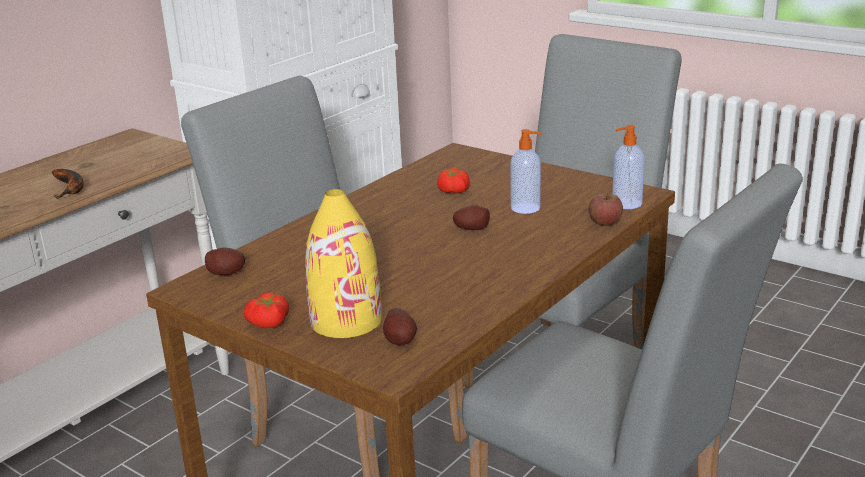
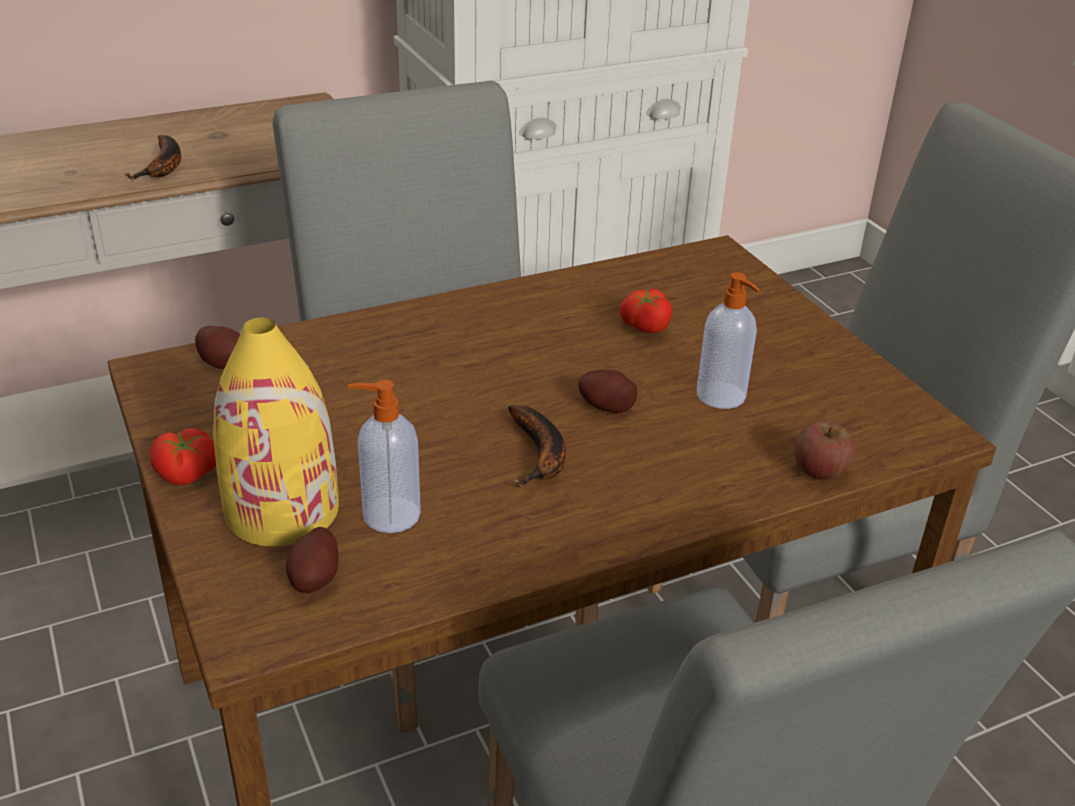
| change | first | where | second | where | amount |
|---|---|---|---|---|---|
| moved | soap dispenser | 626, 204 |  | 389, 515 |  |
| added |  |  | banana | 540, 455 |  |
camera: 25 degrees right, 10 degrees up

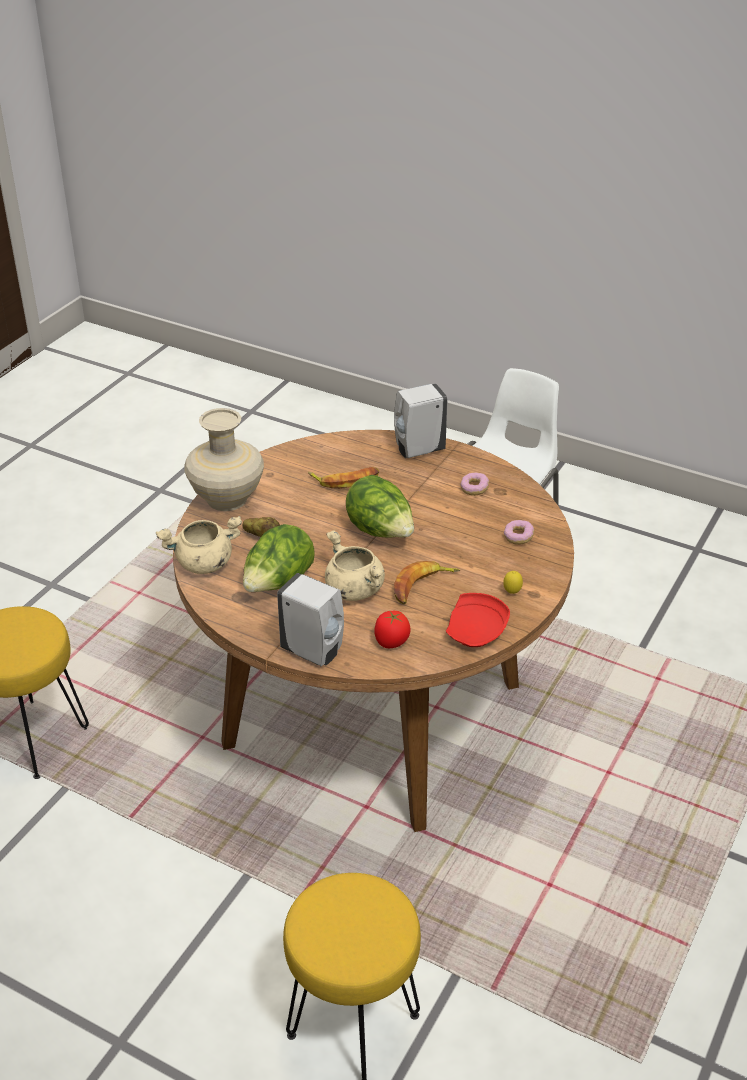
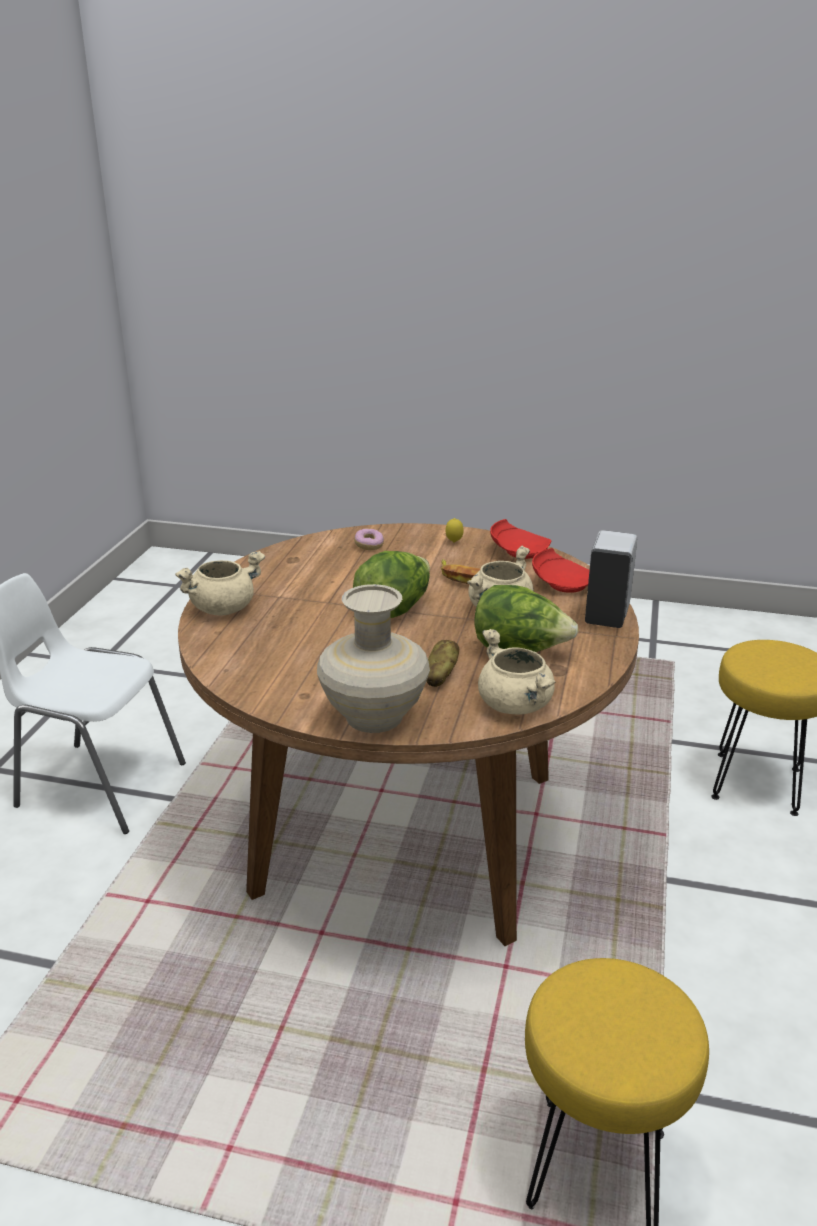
| change | first | where | second | where | amount |
|---|---|---|---|---|---|
| replaced | white soap dispenser | 417, 450 | beige cooking pot | 223, 608 |  |
| replaced | tomato | 391, 642 | red plate | 562, 583 |  |
| removed | banana | 346, 480 |  |  |  |
| removed | donut | 474, 489 |  |  |  |
camera: 105 degrees left, 10 degrees down

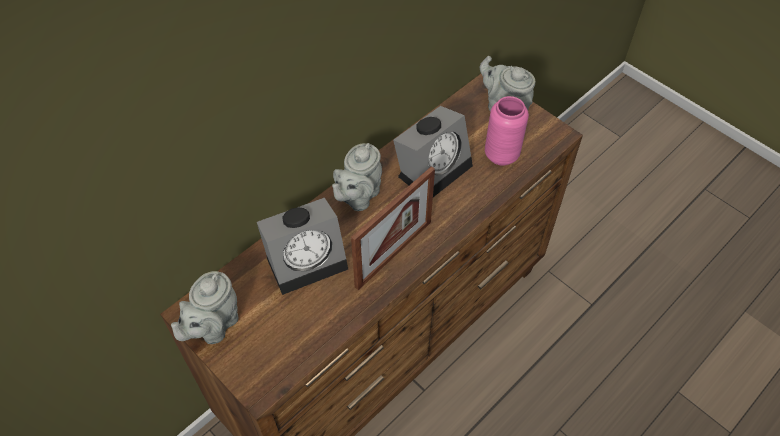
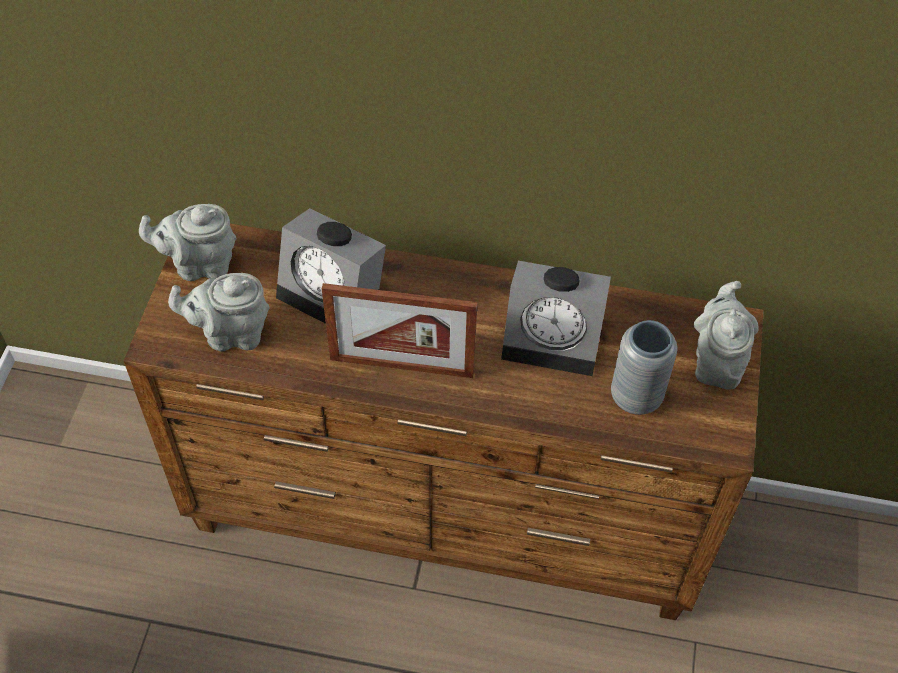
| change | first | where | second | where | amount |
|---|---|---|---|---|---|
| moved | grey teapot | 358, 197 |  | 231, 334 |  |
| recoloured | pink vase | 501, 155 | grey vase | 636, 397 |  |
camera: 55 degrees right, 0 degrees up

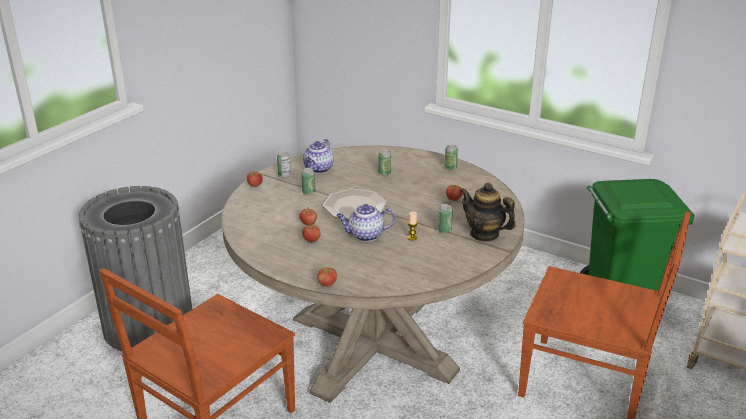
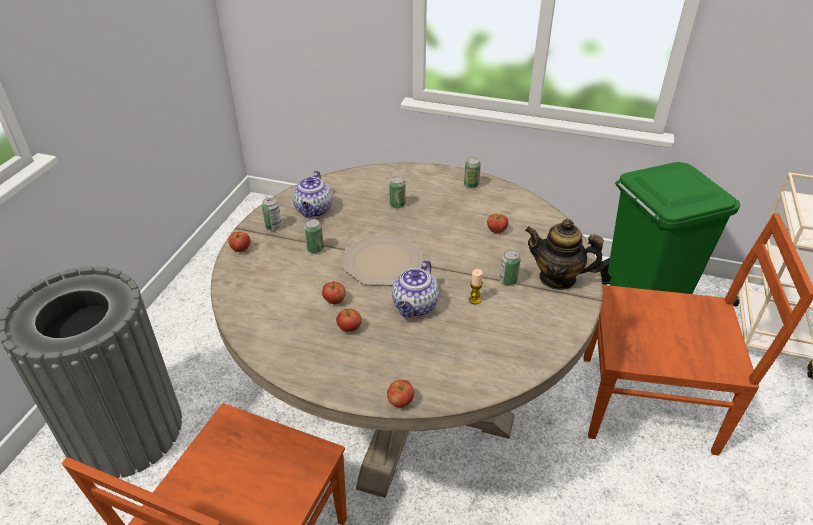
| change | first | where | second | where | amount |
|---|---|---|---|---|---|
| turned | teapot | 365, 235 |  | 415, 307 | 45 degrees counterclockwise |
camera: 15 degrees left, 10 degrees up

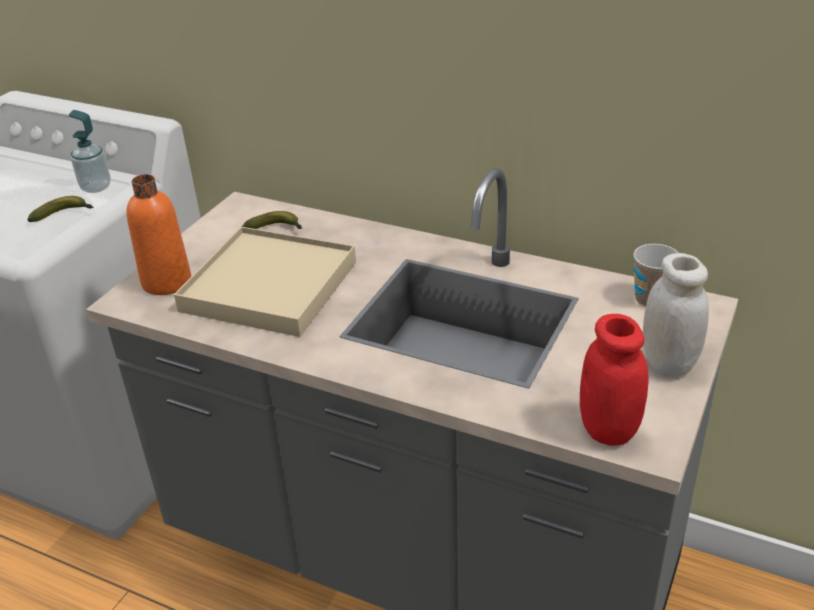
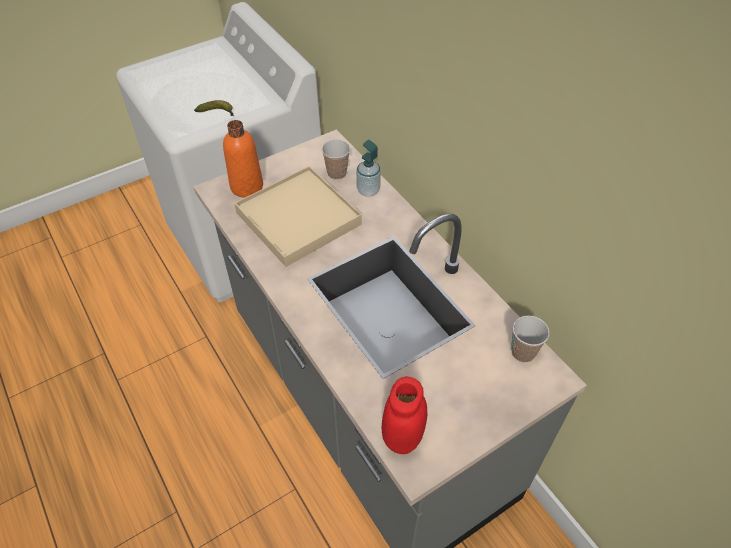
| change | first | where | second | where | amount |
|---|---|---|---|---|---|
| replaced | banana | 276, 229 | cup | 337, 173 |  |
| moved | soap dispenser | 96, 187 |  | 368, 190 |  |
| removed | white jar | 668, 363 |  |  |  |
camera: 30 degrees right, 15 degrees up

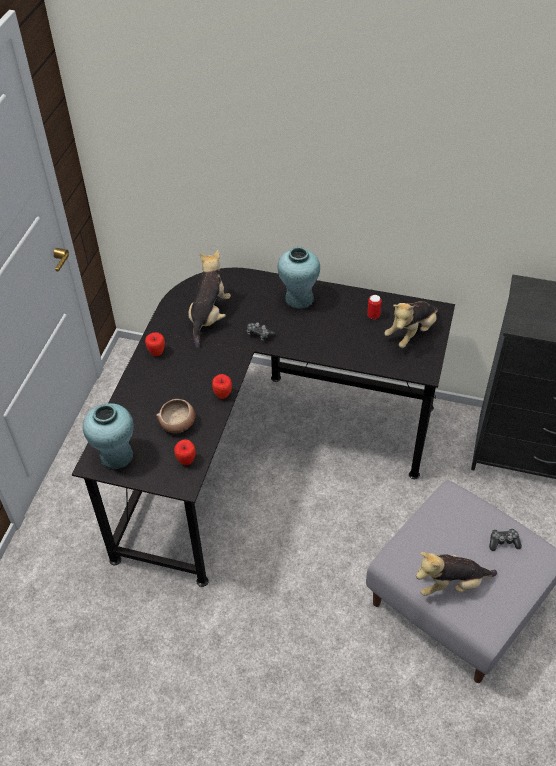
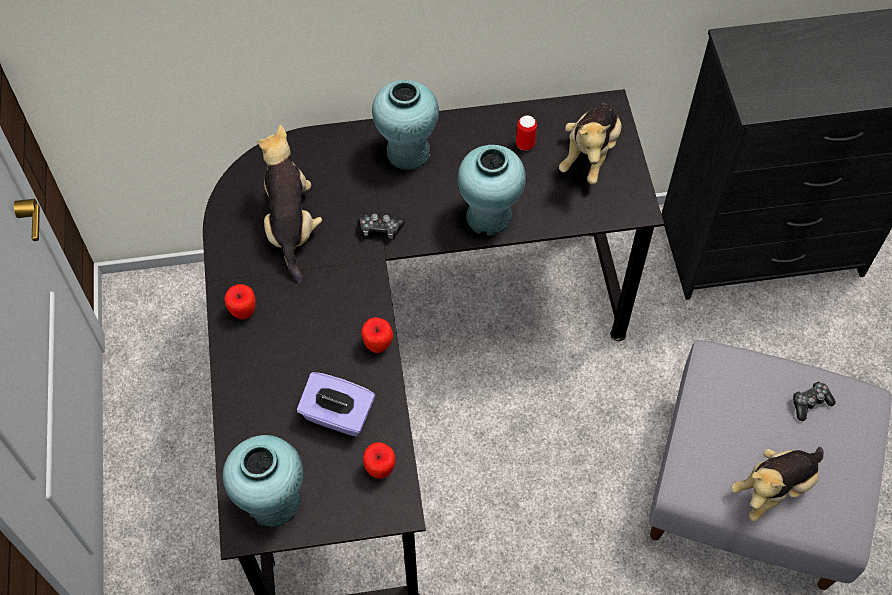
| change | first | where | second | where | amount |
|---|---|---|---|---|---|
| replaced | bowl | 178, 423 | purple tissue box | 337, 415 |  |
| added |  |  | turquoise vase | 489, 217 |  |
camera: 25 degrees left, 10 degrees up

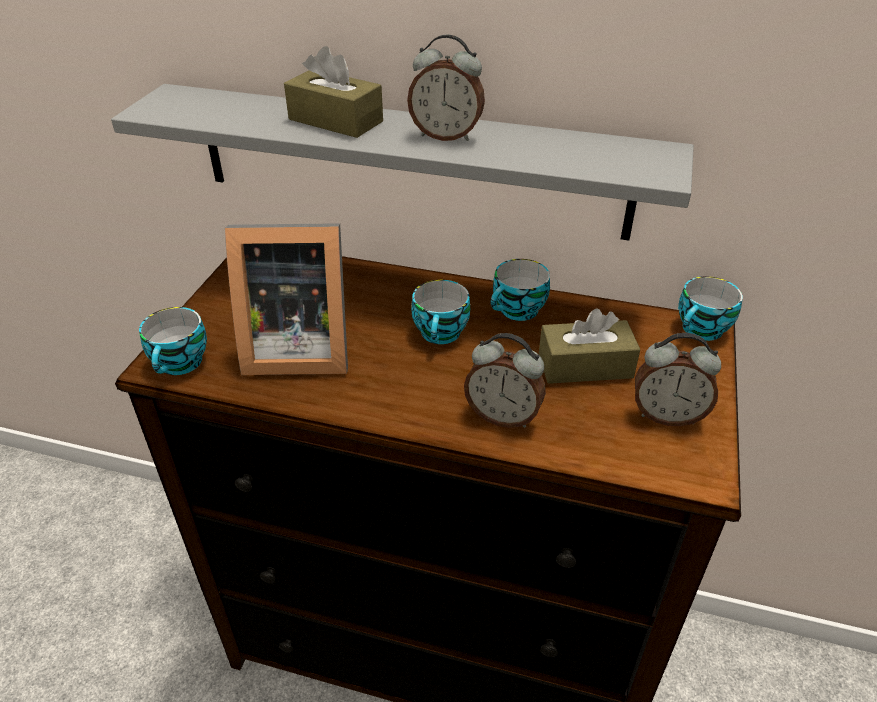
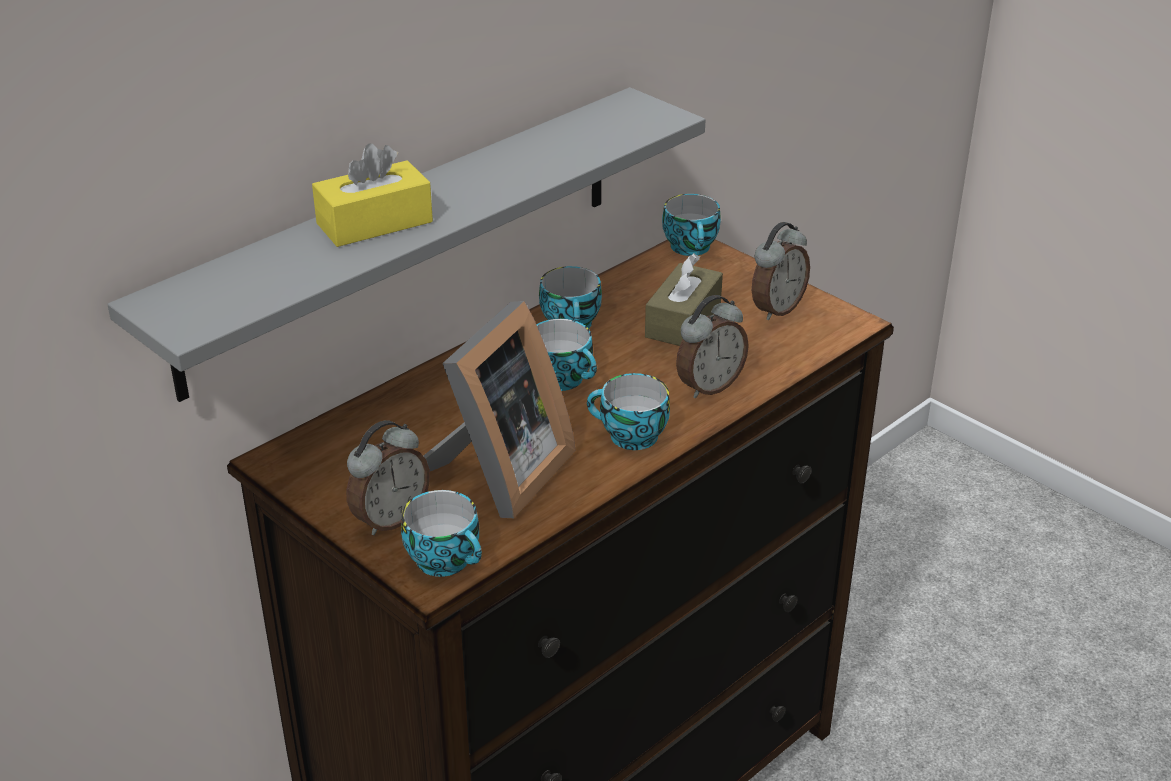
| change | first | where | second | where | amount |
|---|---|---|---|---|---|
| recoloured | brown tissue box | 335, 120 | yellow tissue box | 374, 223 |  |
| moved | alarm clock | 446, 136 |  | 390, 518 |  |
| added |  |  | cup | 630, 437 |  |
camera: 60 degrees left, 5 degrees down

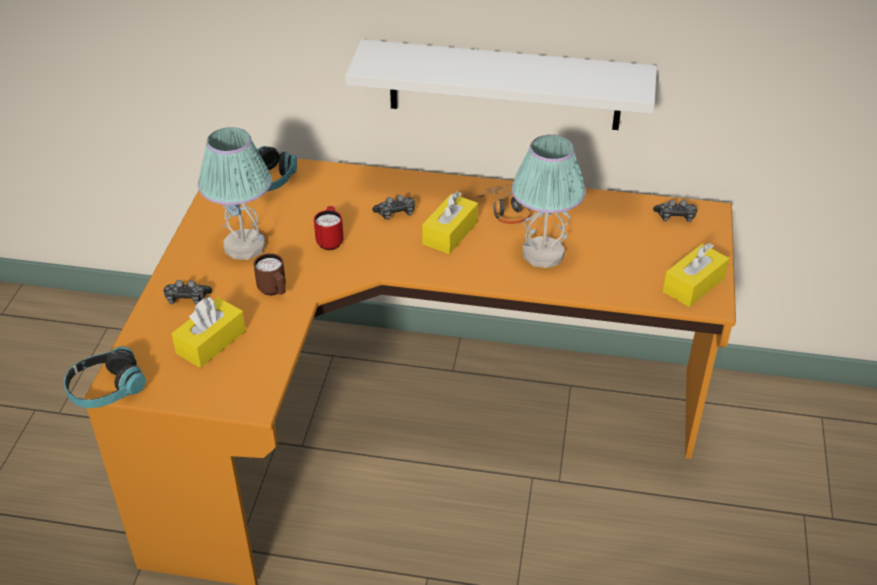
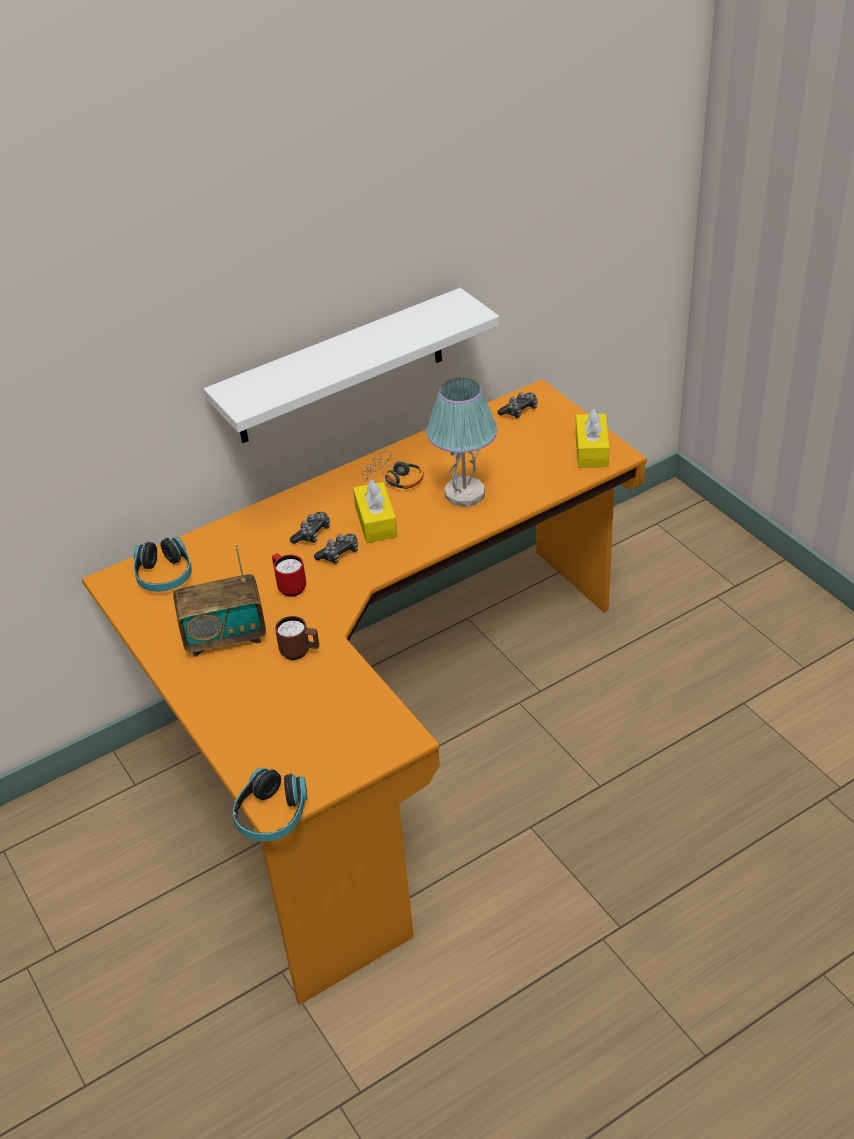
| change | first | where | second | where | amount |
|---|---|---|---|---|---|
| replaced | table lamp | 245, 246 | radio | 225, 636 |  |
| moved | game controller | 187, 298 |  | 339, 554 |  |
| removed | yellow tissue box | 211, 342 |  |  |  |
camera: 40 degrees left, 0 degrees up

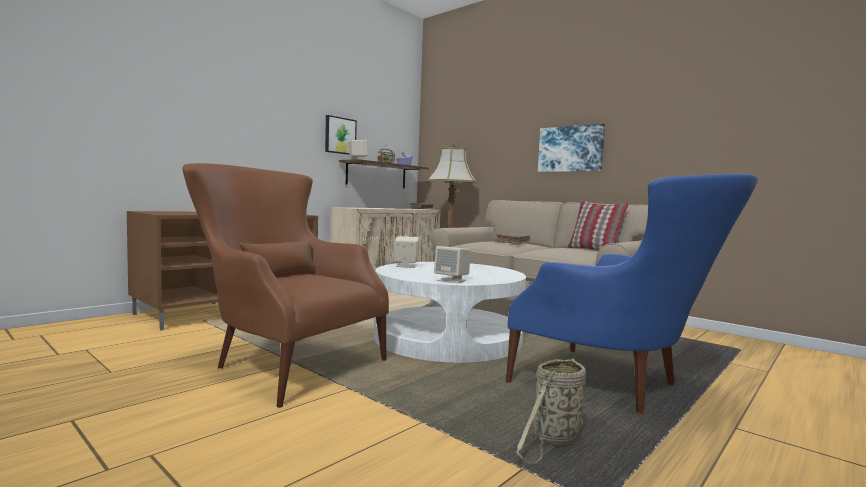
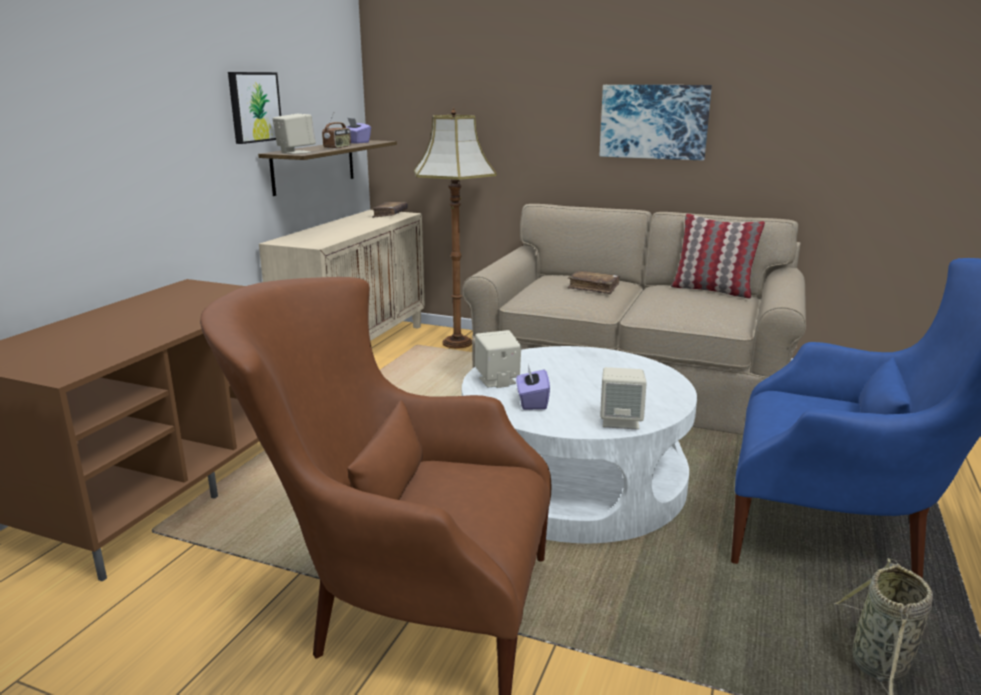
| change | first | where | second | where | amount |
|---|---|---|---|---|---|
| added |  |  | purple tissue box | 532, 402 |  |
camera: 20 degrees left, 15 degrees up

